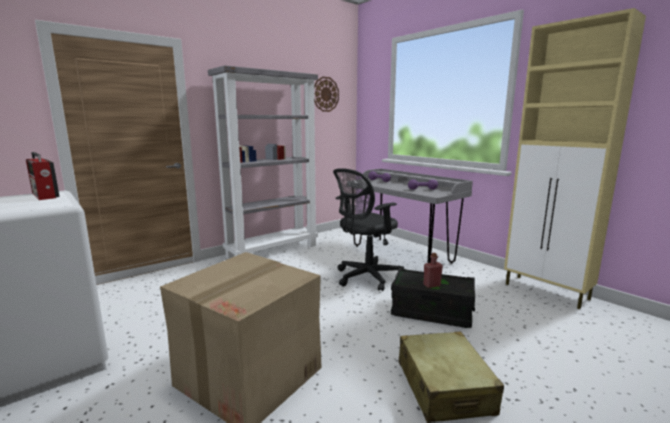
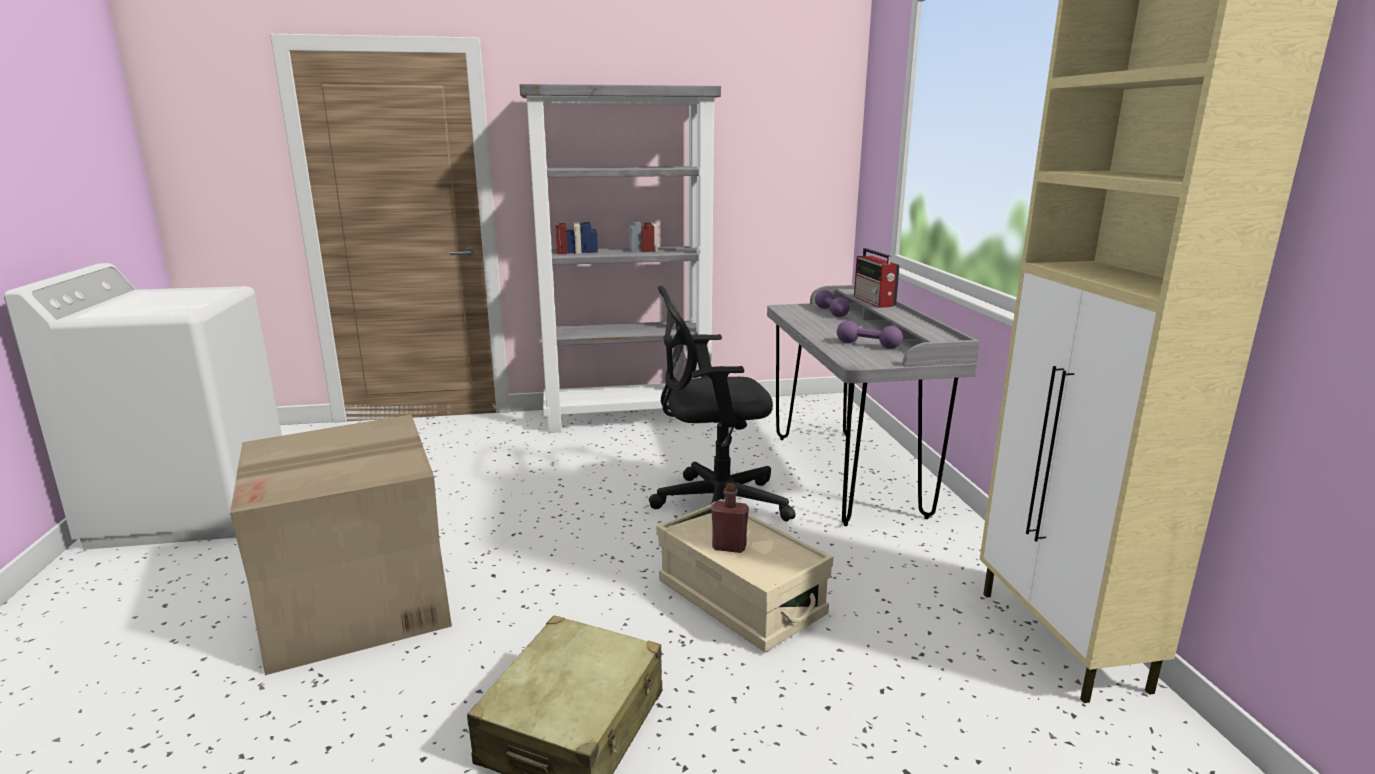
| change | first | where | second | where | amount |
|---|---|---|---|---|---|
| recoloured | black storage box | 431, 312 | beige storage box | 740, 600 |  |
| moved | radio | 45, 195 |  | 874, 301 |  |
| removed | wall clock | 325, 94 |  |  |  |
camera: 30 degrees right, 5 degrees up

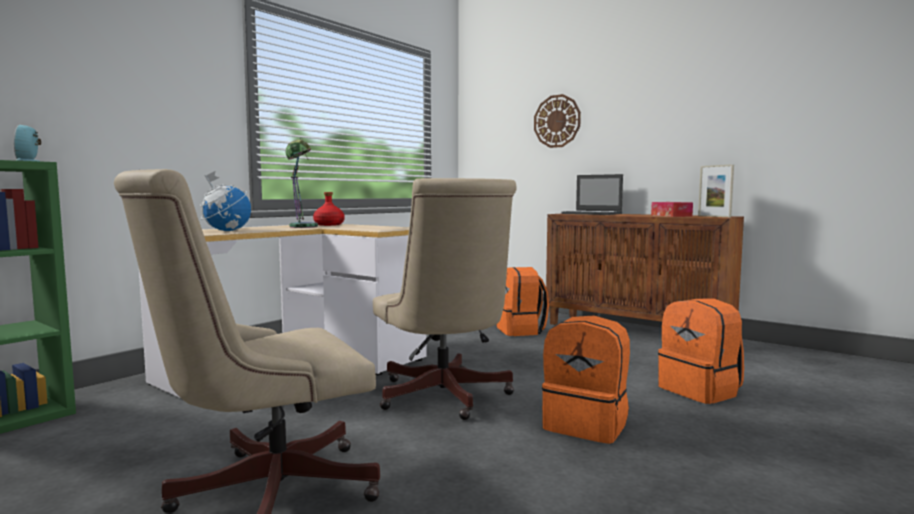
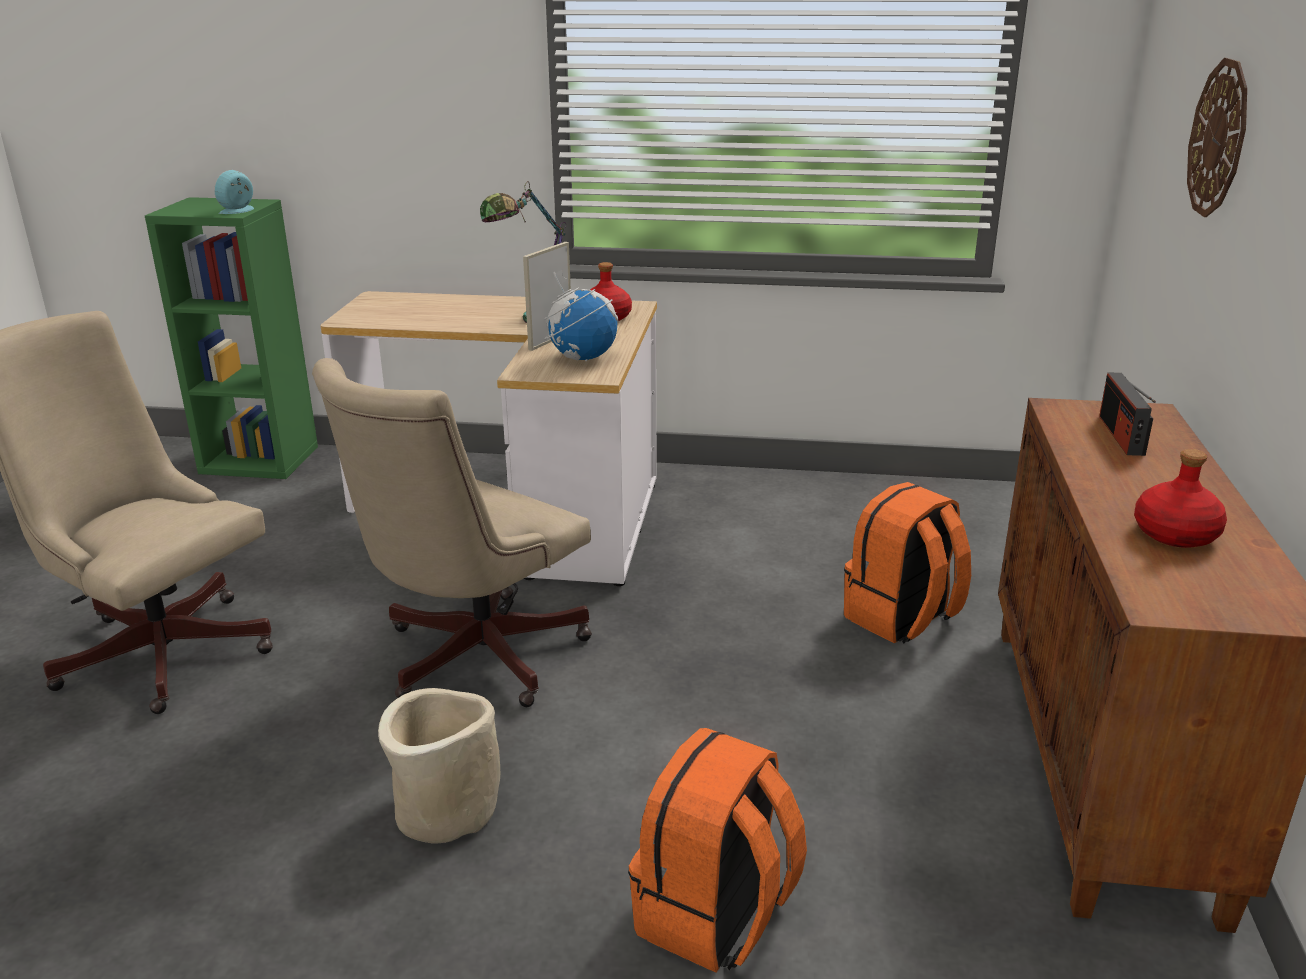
| change | first | where | second | where | amount |
|---|---|---|---|---|---|
| replaced | orange backpack | 587, 425 | beige planter | 446, 809 |  |
| moved | picture frame | 714, 216 |  | 550, 341 |  |
| moved | globe | 226, 231 |  | 582, 358 |  |
| replaced | laptop | 592, 214 | radio | 1121, 435 |  |
| replaced | tissue box | 671, 215 | red bottle | 1175, 533 |  |
camera: 60 degrees right, 20 degrees up

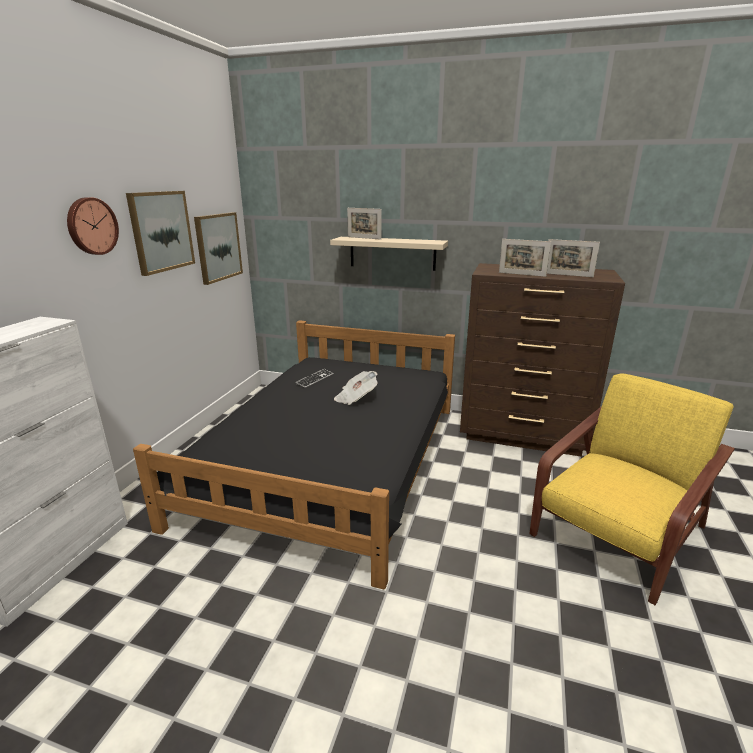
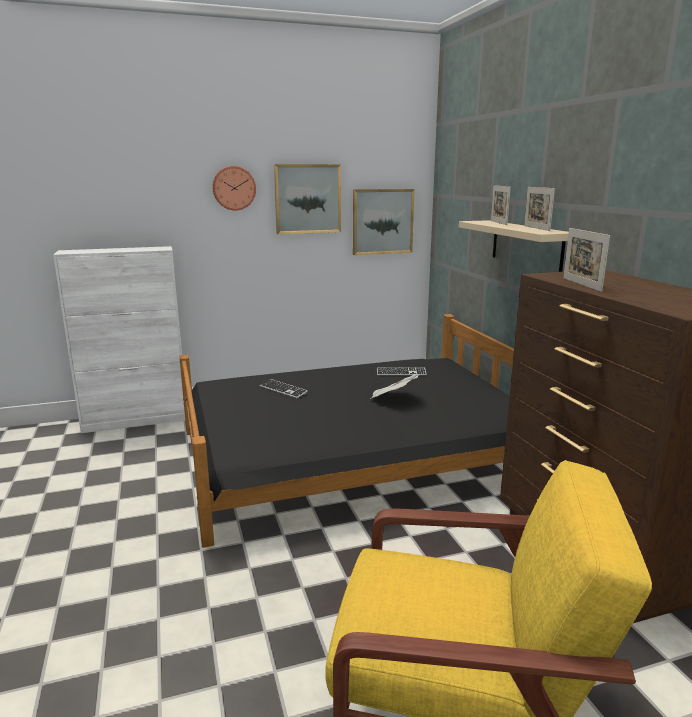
| change | first | where | second | where | amount |
|---|---|---|---|---|---|
| added |  |  | keyboard | 283, 390 |  |
| moved | picture frame | 568, 275 |  | 536, 228 |  |
camera: 55 degrees right, 5 degrees down

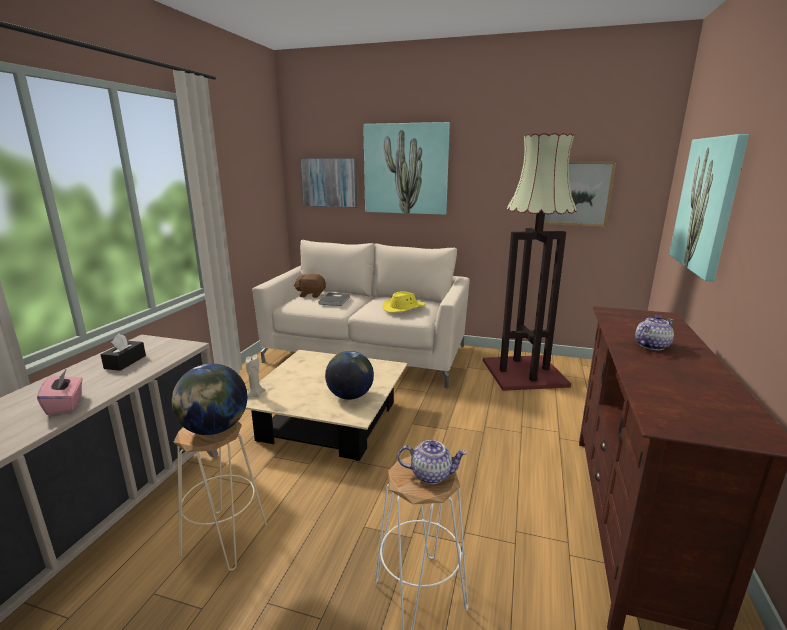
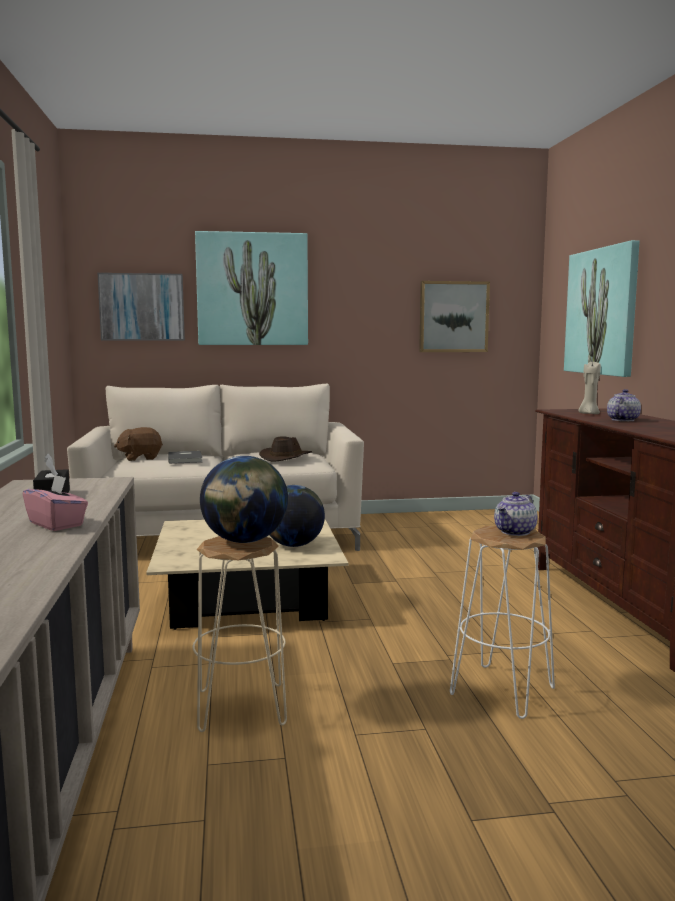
| change | first | where | second | where | amount |
|---|---|---|---|---|---|
| recoloured | yellow hat | 403, 308 | brown hat | 286, 457 |  |
| turned | teapot | 431, 474 |  | 515, 532 | 150 degrees clockwise |
| moved | beige candle | 255, 395 |  | 588, 413 |  |
| removed | floor lamp | 524, 372 |  |  |  |
camera: 25 degrees left, 10 degrees down

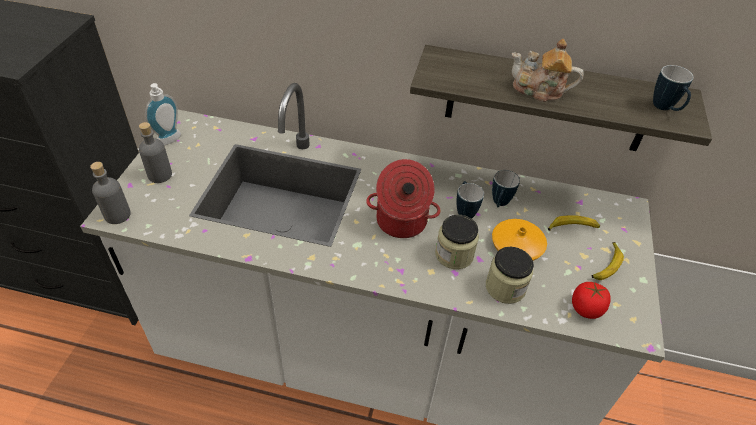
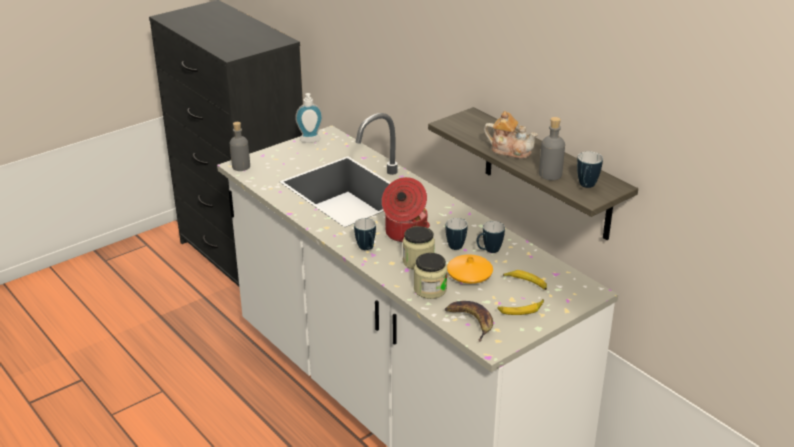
| change | first | where | second | where | amount |
|---|---|---|---|---|---|
| added |  |  | mug | 367, 249 |  |
| replaced | tomato | 586, 308 | banana | 471, 322 |  |
| turned | teapot | 539, 90 |  | 510, 150 | 150 degrees clockwise |
| moved | grey bottle | 160, 175 |  | 550, 174 |  |
camera: 40 degrees right, 15 degrees down

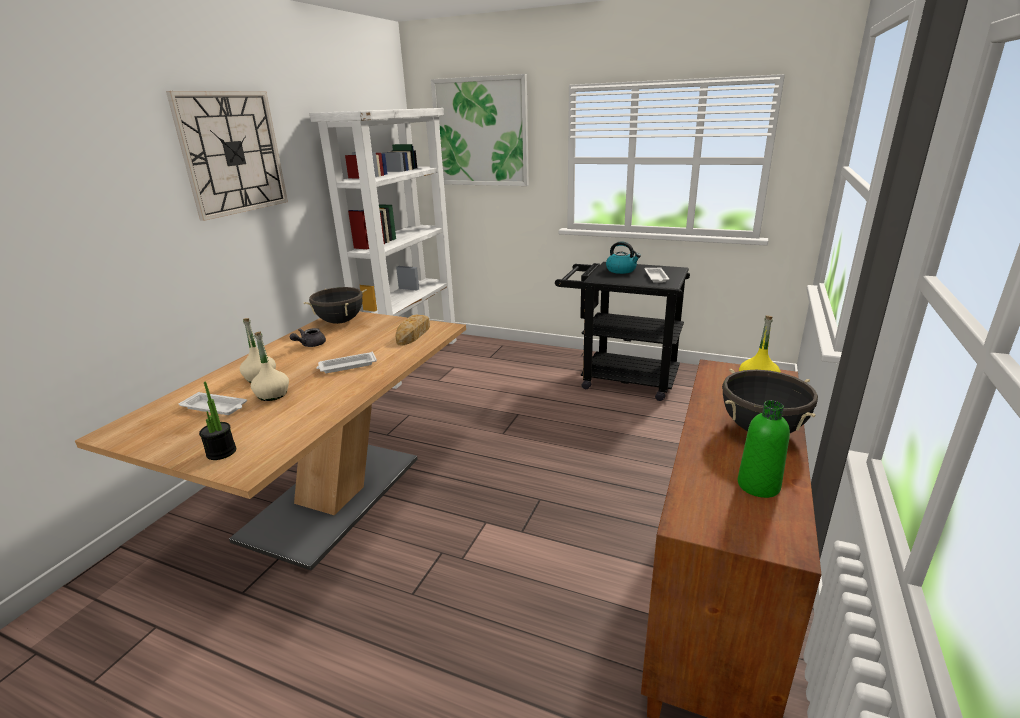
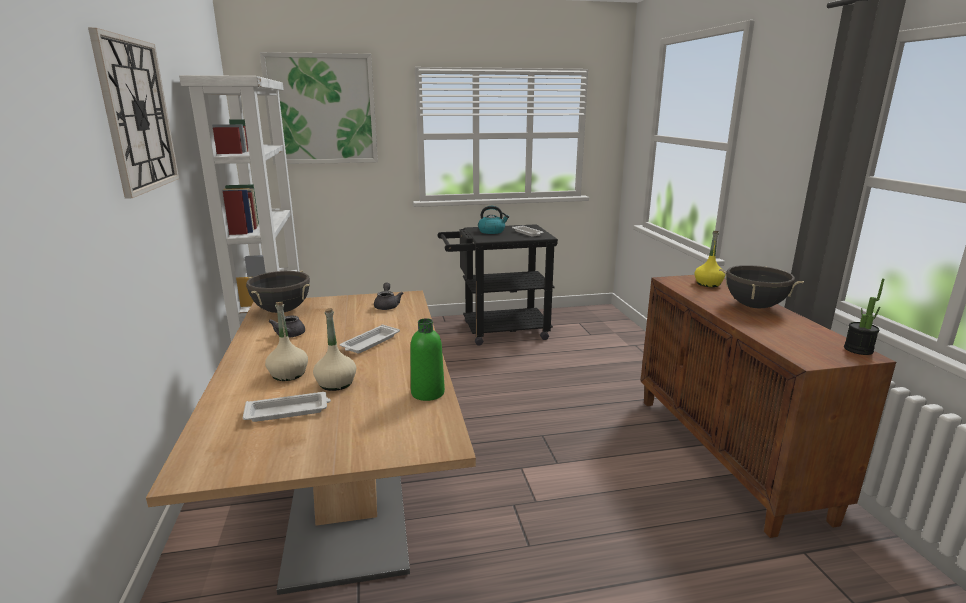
| change | first | where | second | where | amount |
|---|---|---|---|---|---|
| replaced | bread | 414, 334 | grey teapot | 387, 305 |  |
| moved | green bottle | 758, 485 |  | 427, 393 |  |
| moved | potted plant | 221, 452 |  | 858, 349 |  |
camera: 35 degrees left, 5 degrees down

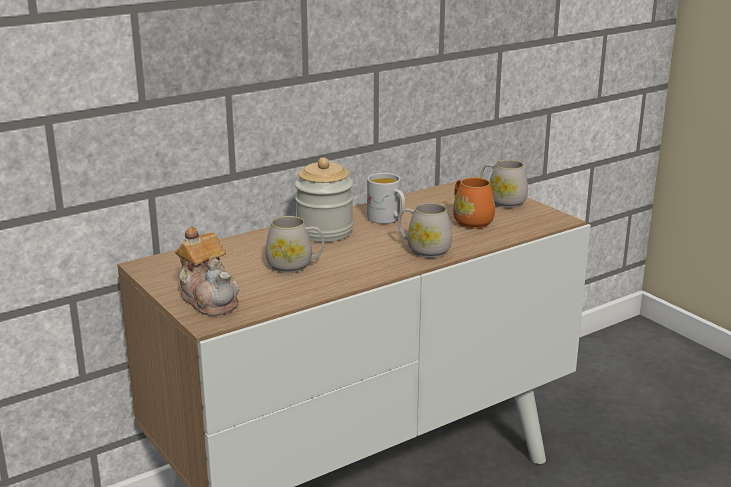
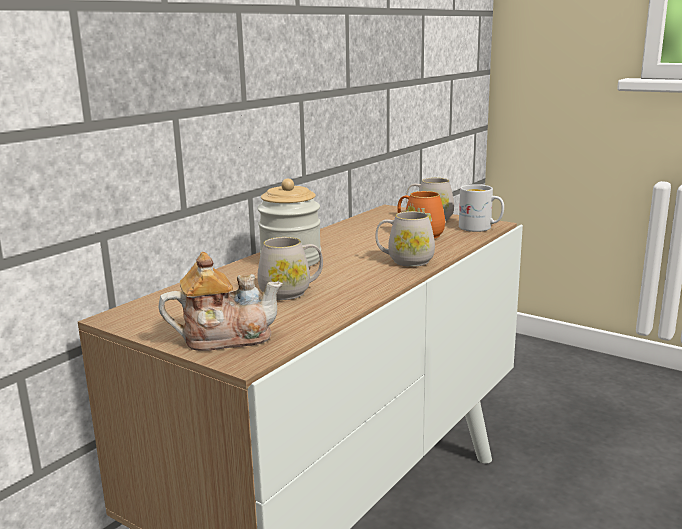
| change | first | where | second | where | amount |
|---|---|---|---|---|---|
| turned | teapot | 209, 299 |  | 225, 337 | 45 degrees counterclockwise |
| moved | white mug | 387, 220 |  | 480, 228 |  |
camera: 20 degrees left, 5 degrees down

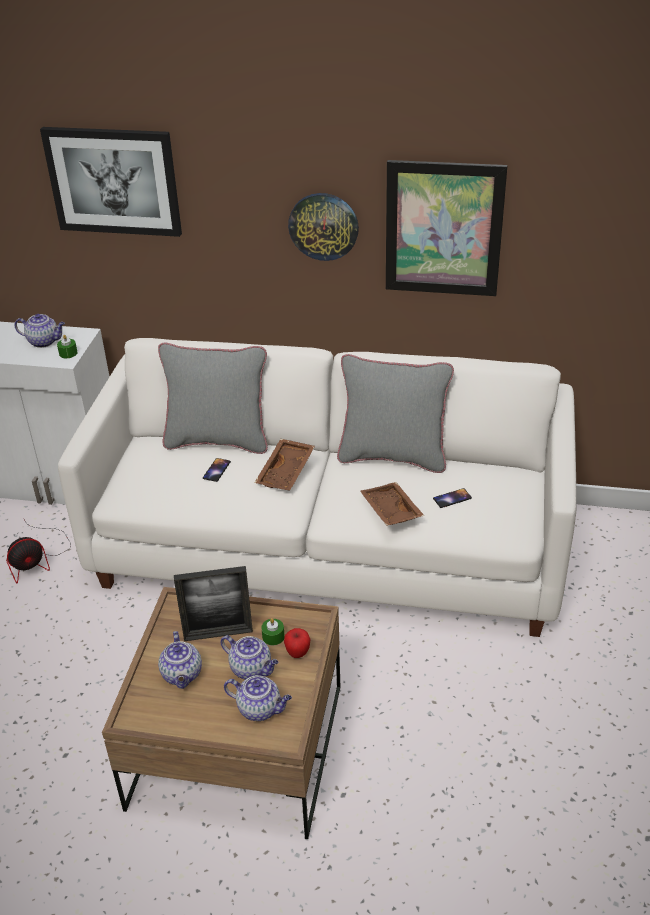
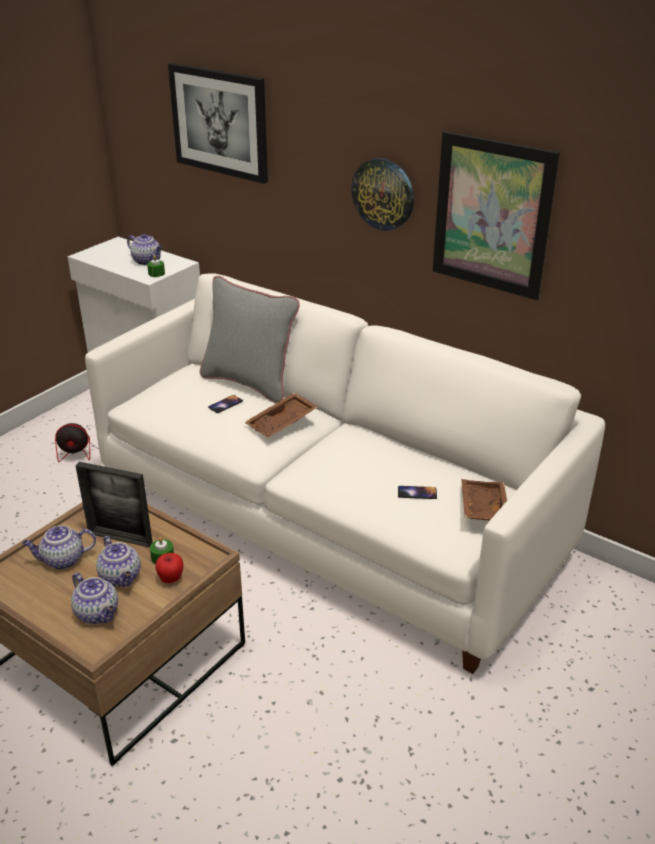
| change | first | where | second | where | amount |
|---|---|---|---|---|---|
| turned | teapot | 182, 675 |  | 62, 560 | 60 degrees clockwise |
| moved | brown tray | 389, 511 |  | 482, 508 |  |
| removed | grey pillow | 393, 456 |  |  |  |
camera: 25 degrees right, 5 degrees down

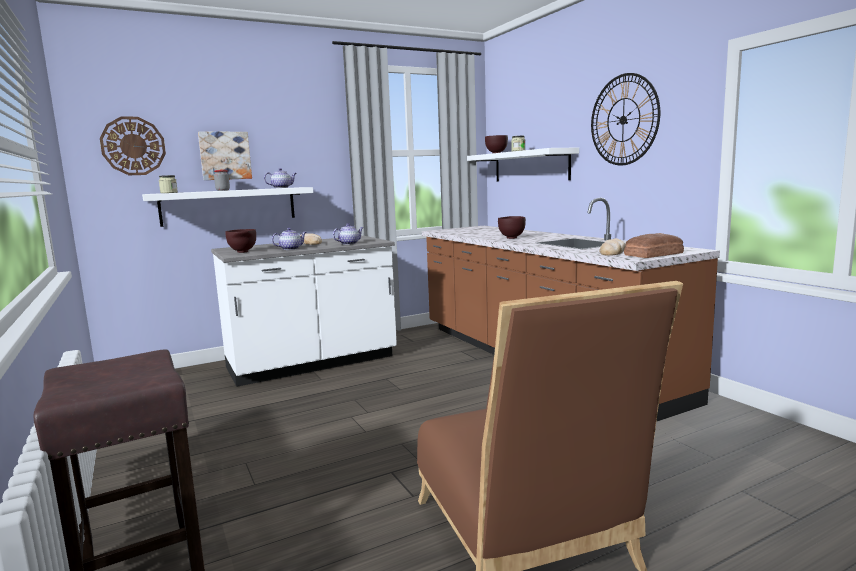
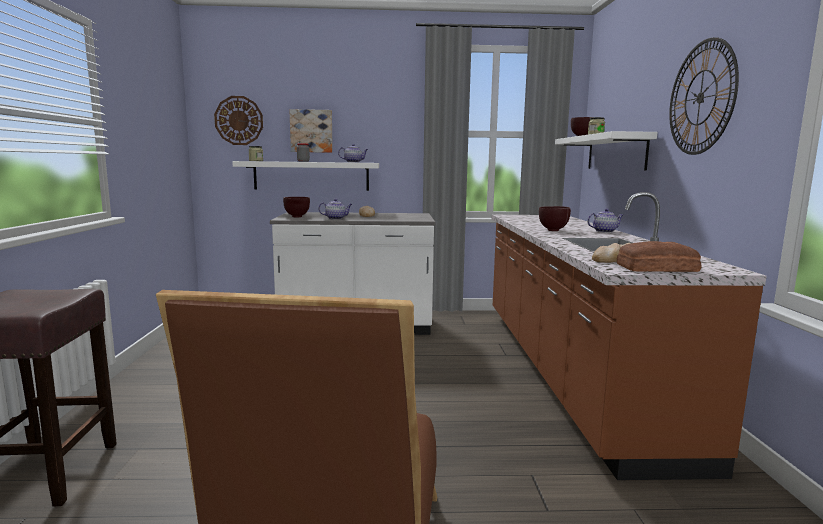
| change | first | where | second | where | amount |
|---|---|---|---|---|---|
| moved | teapot | 349, 243 |  | 604, 231 |  |
camera: 25 degrees right, 0 degrees up

